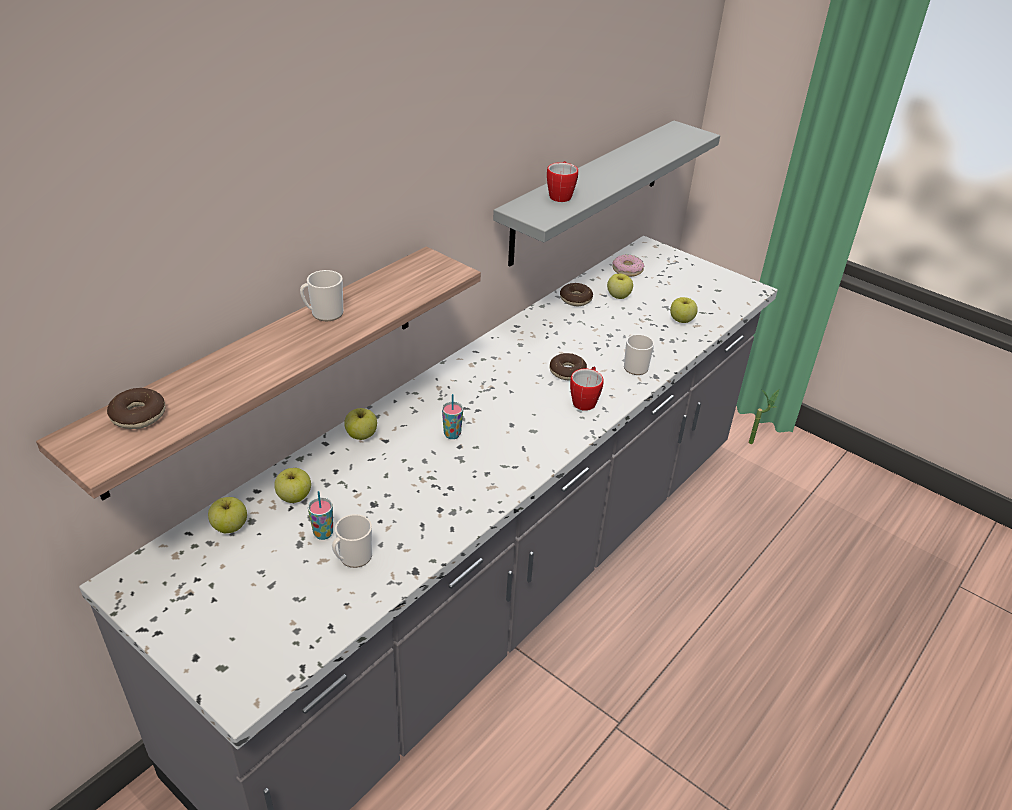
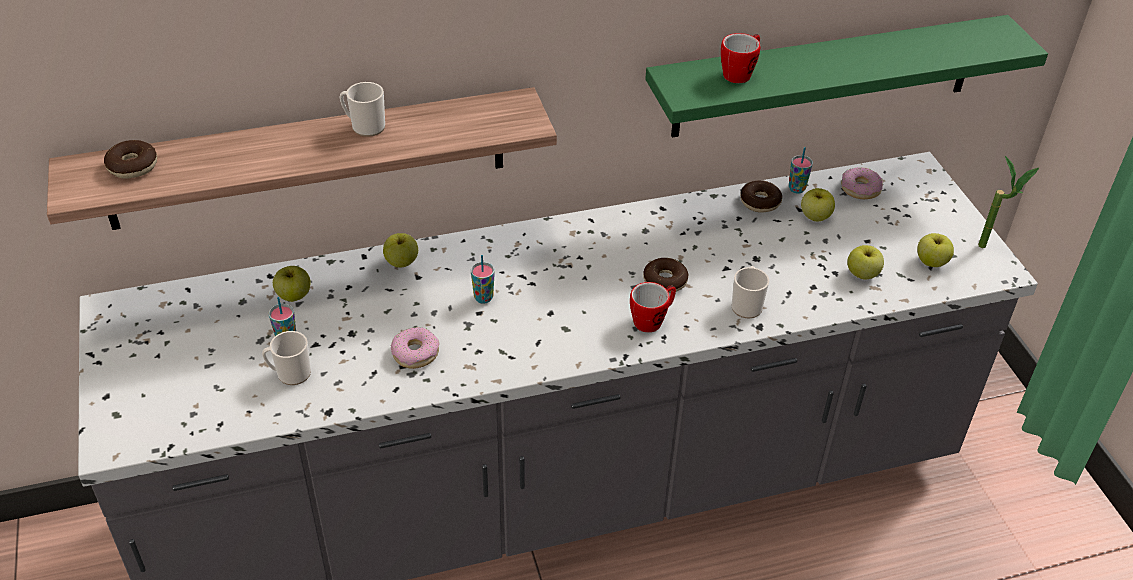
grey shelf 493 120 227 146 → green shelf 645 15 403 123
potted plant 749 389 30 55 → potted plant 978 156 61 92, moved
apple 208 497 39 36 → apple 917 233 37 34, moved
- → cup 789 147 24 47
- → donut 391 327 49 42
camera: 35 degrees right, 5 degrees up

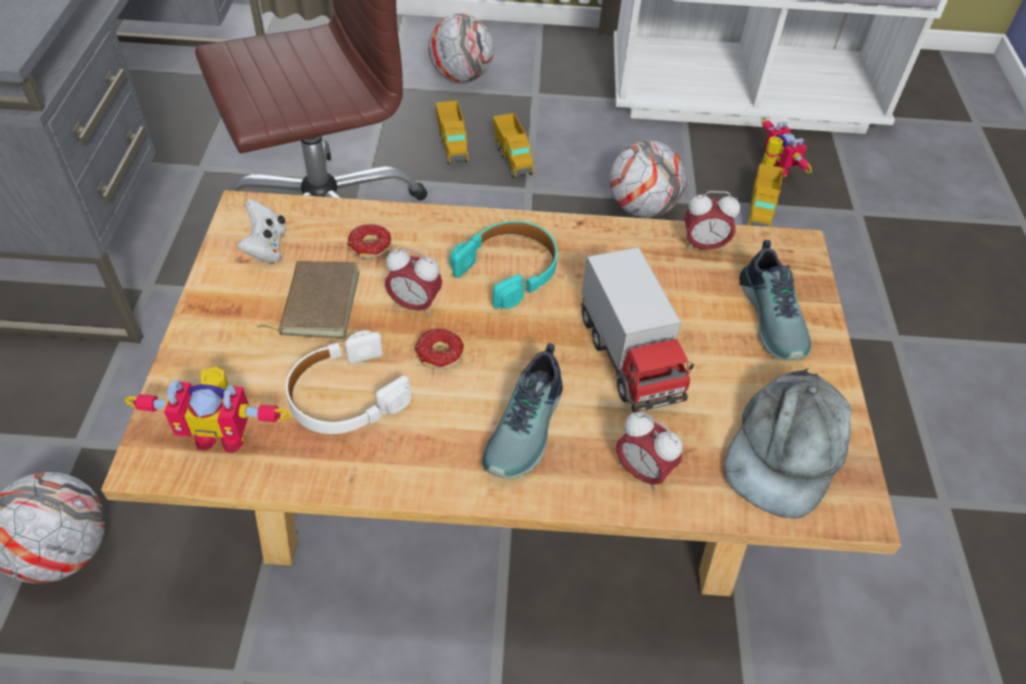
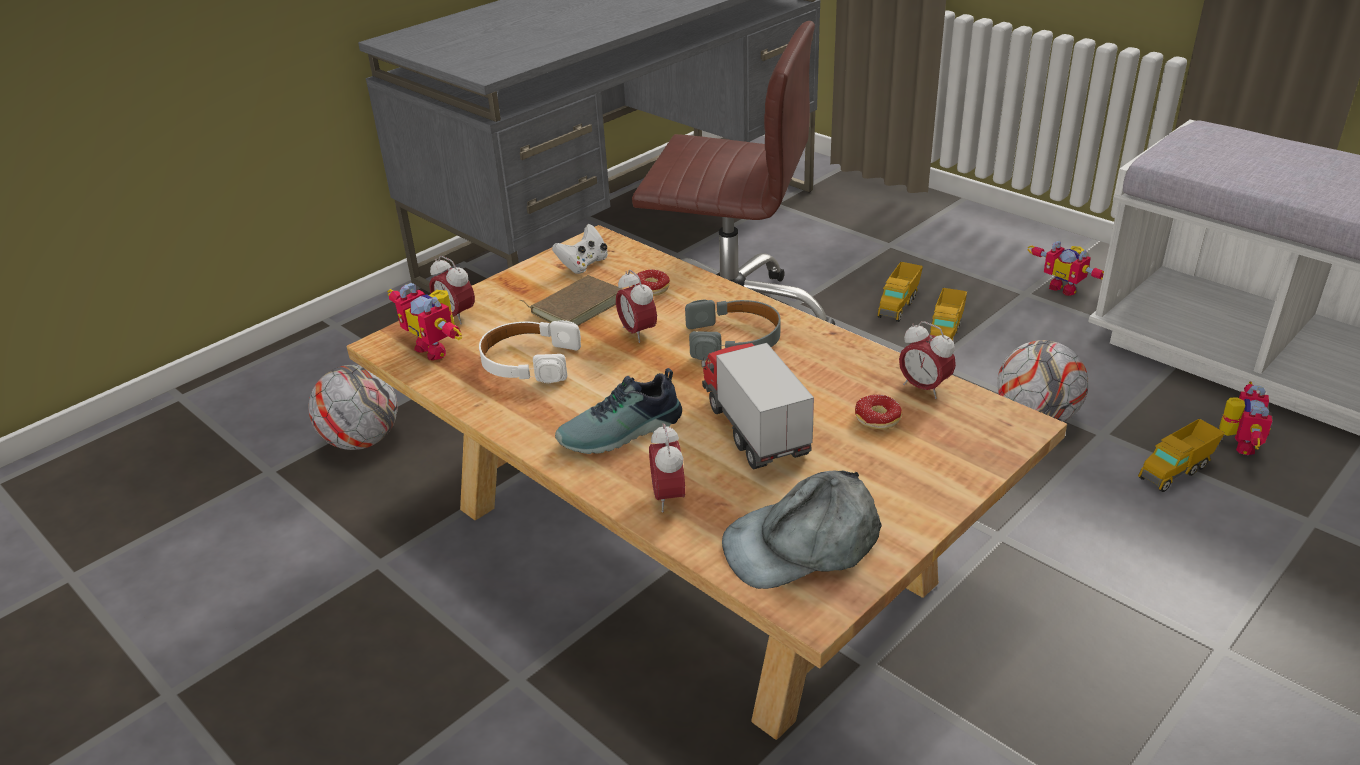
football 428 14 66 68 → -
turquoise headphones 450 221 108 88 → grey headphones 685 300 96 60
shoe 739 240 72 120 → -
toy truck 580 247 114 166 → toy truck 702 343 112 126, 135 degrees clockwise
donut 415 329 49 40 → donut 855 395 47 35, moved
- → toy robot 1027 241 77 55
- → alarm clock 429 256 46 68
camera: 45 degrees right, 15 degrees down

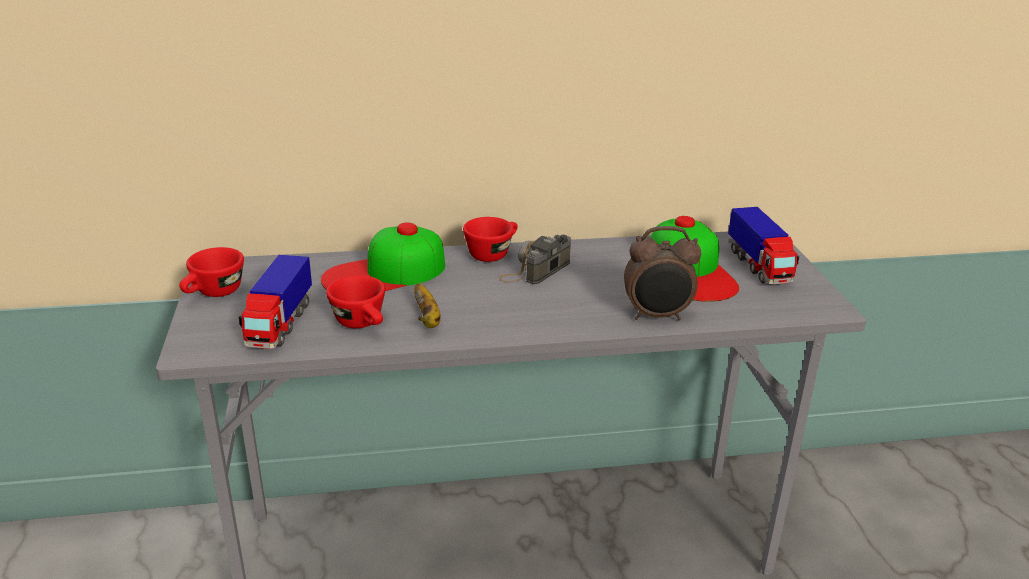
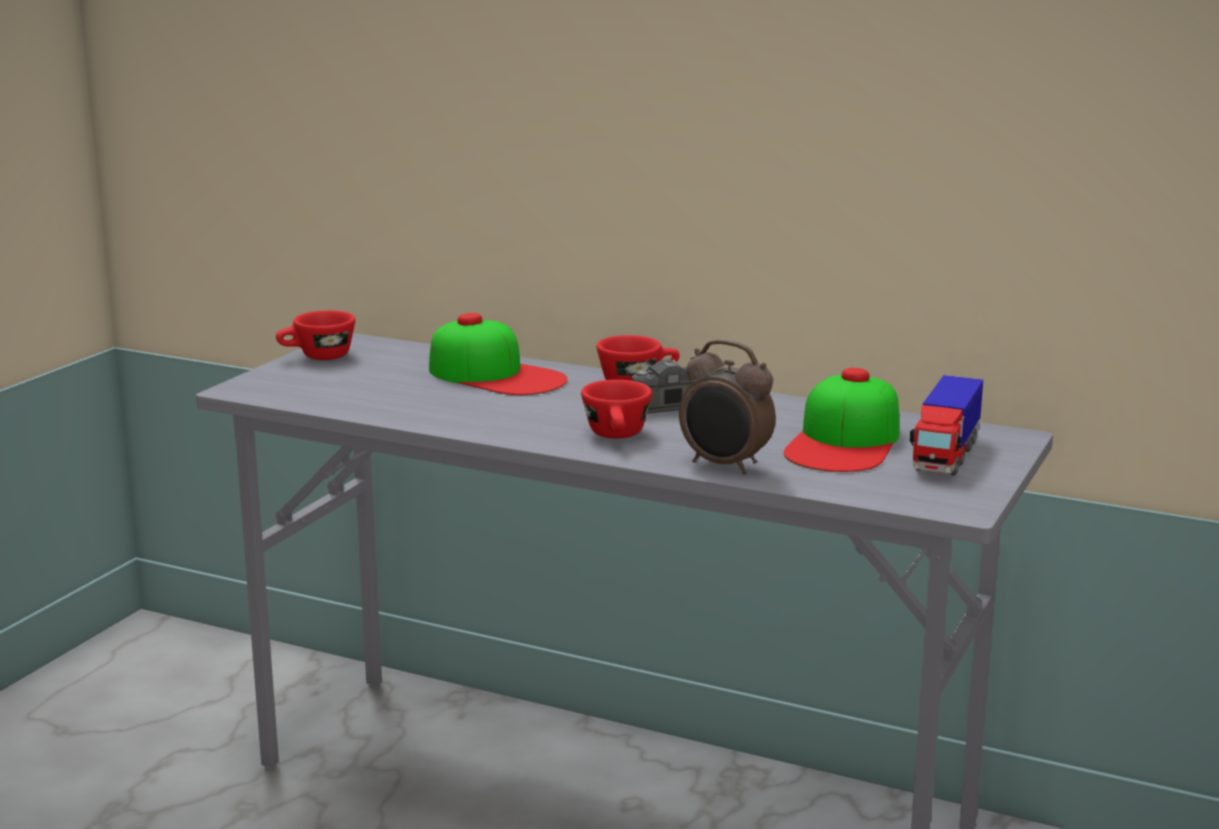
cap 321 222 124 69 → cap 429 313 139 82, 150 degrees counterclockwise
toy truck 238 255 74 94 → -
red cup 326 275 59 53 → red cup 581 380 71 59, moved
banana 414 283 27 45 → -
camera: 35 degrees right, 10 degrees down

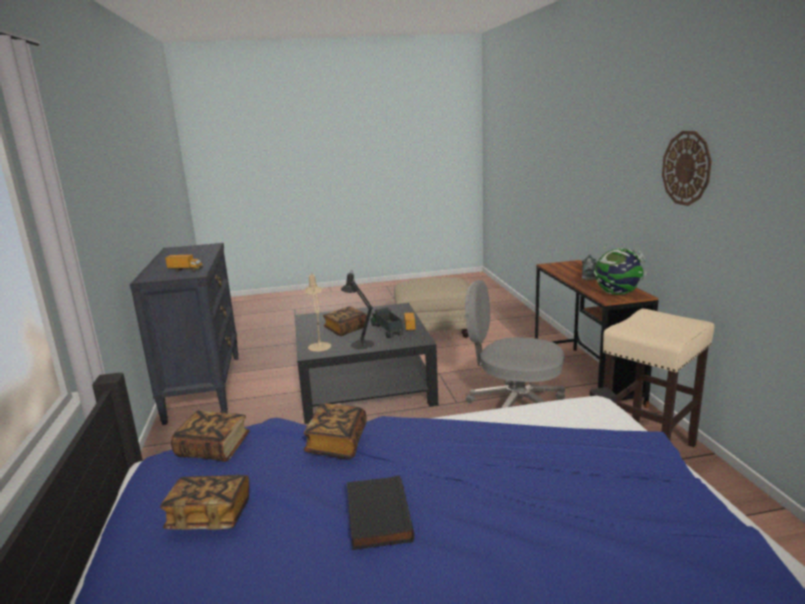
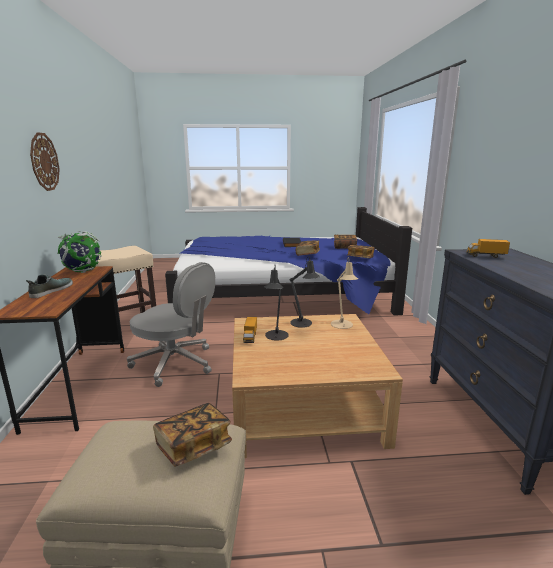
black coffee table 295 303 143 121 → beige coffee table 232 314 171 144
book 323 306 44 30 → book 153 403 79 63, moved
toy truck 371 308 33 30 → black table lamp 264 265 25 76
camera: 175 degrees left, 0 degrees up

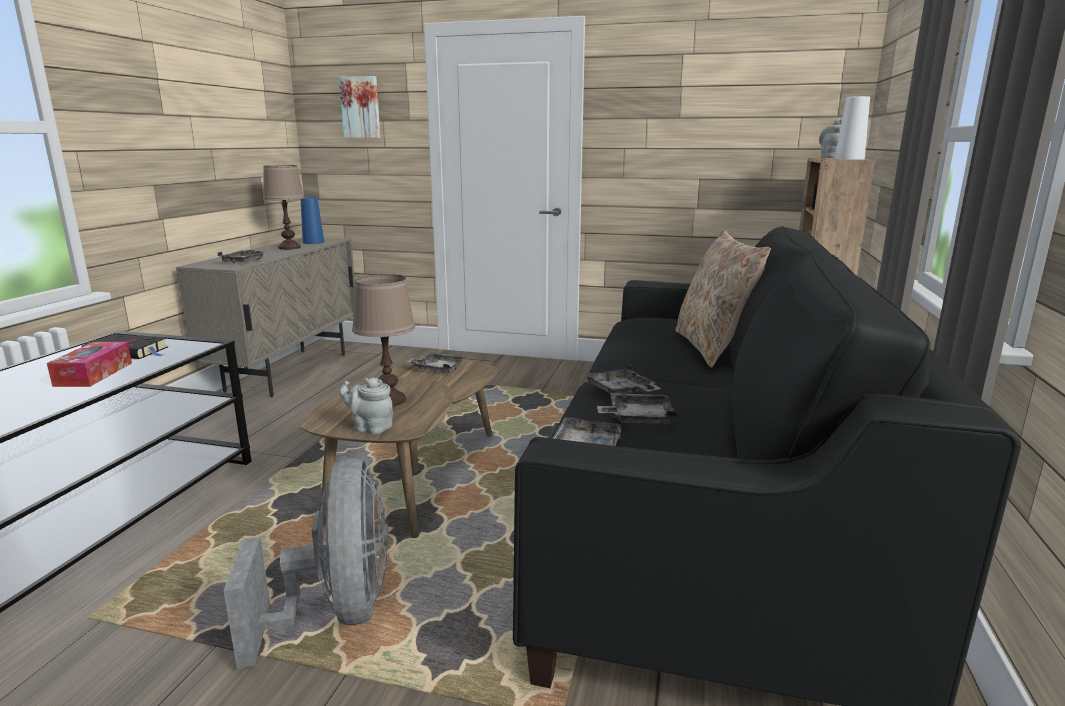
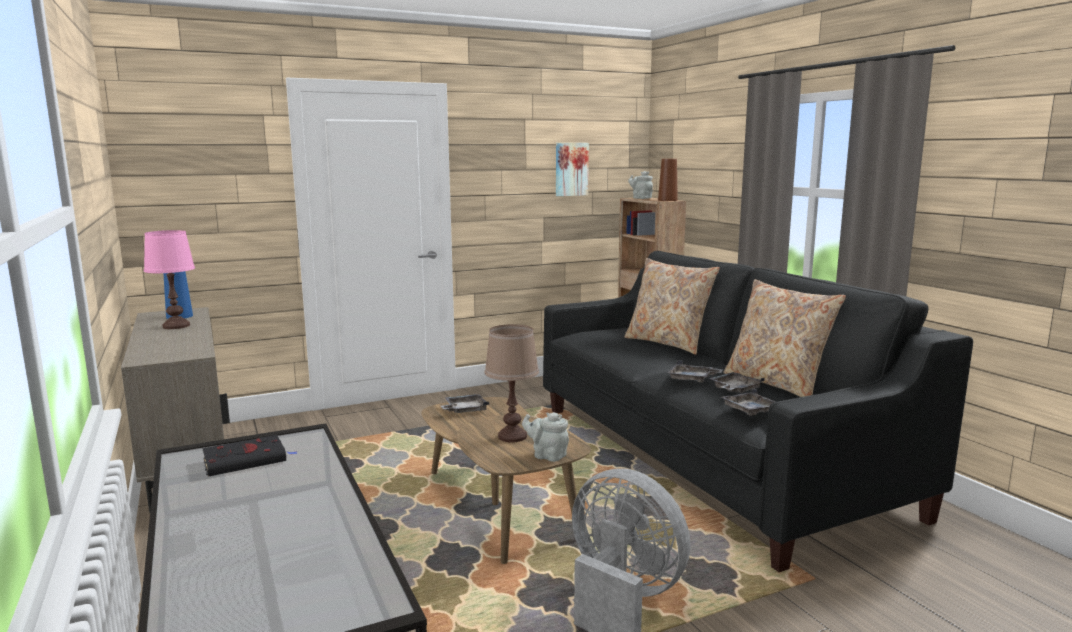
picture 339 76 42 62 → picture 556 143 33 53, moved
white vase 834 96 36 64 → brown vase 658 159 20 42
brown table lamp 263 165 41 85 → pink table lamp 144 230 51 99
grey tray 218 249 49 15 → -
tissue box 47 342 85 45 → -
grey teapot 339 378 54 56 → grey teapot 522 412 47 50, 45 degrees clockwise
- → beige pillow 723 279 123 118
camera: 40 degrees left, 5 degrees down

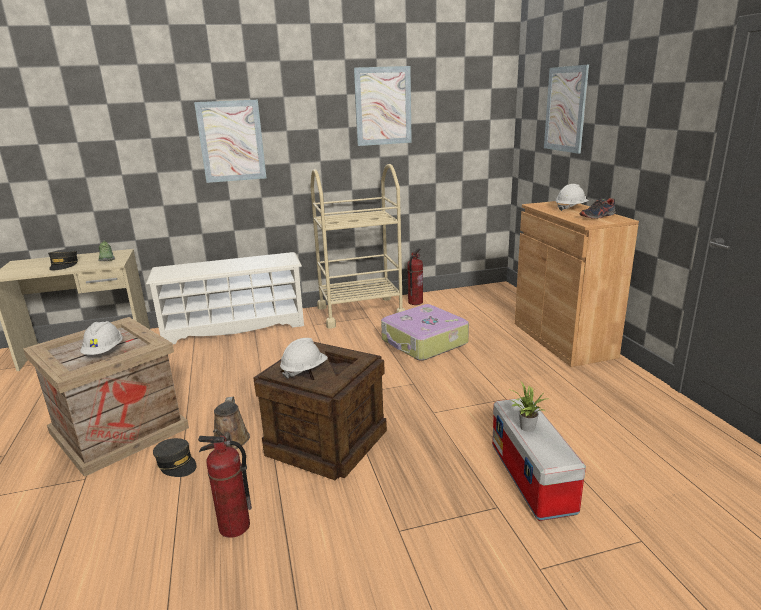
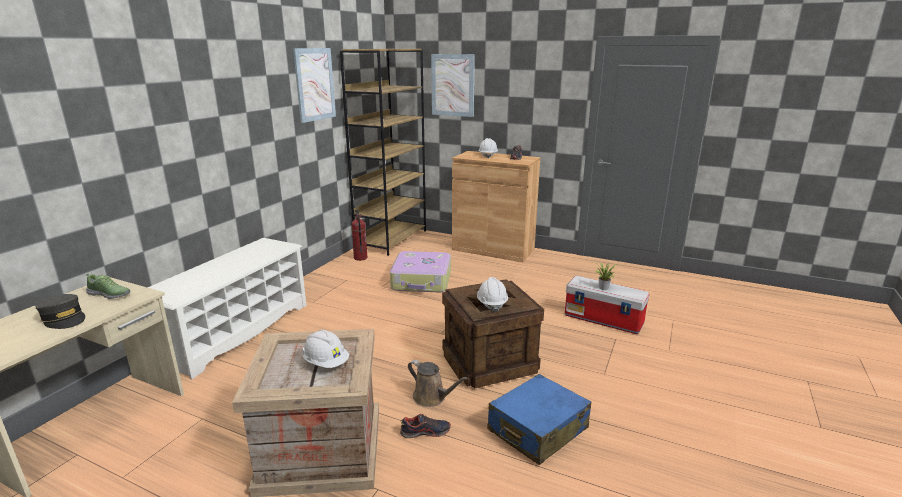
picture 194 100 72 83 → -
beige cart 310 164 95 164 → -
fire extinguisher 198 436 54 102 → blue suitcase 488 374 103 91
grey cap 153 438 44 39 → shoe 400 414 51 24
- → brown bookcase 340 49 86 207
camera: 50 degrees left, 0 degrees up

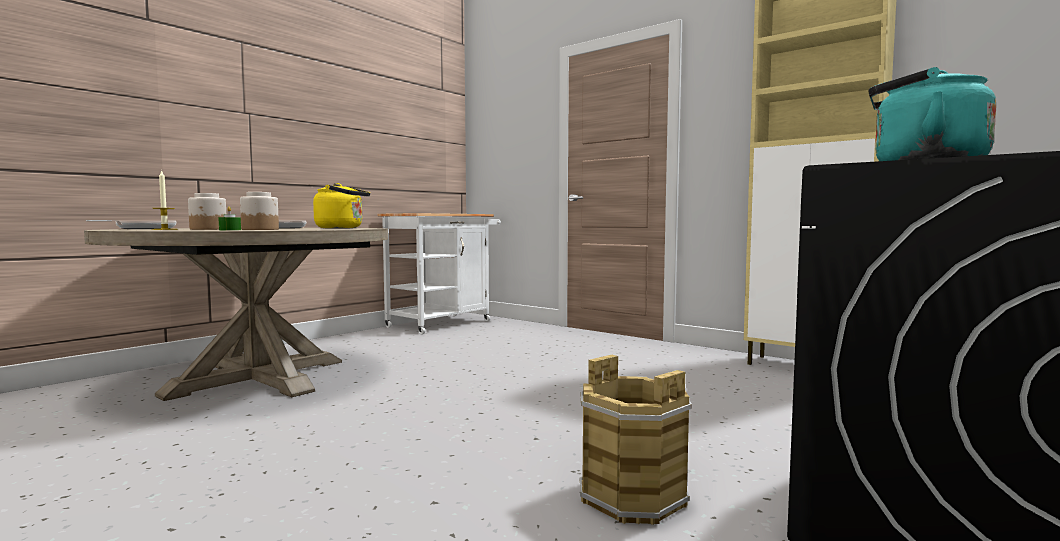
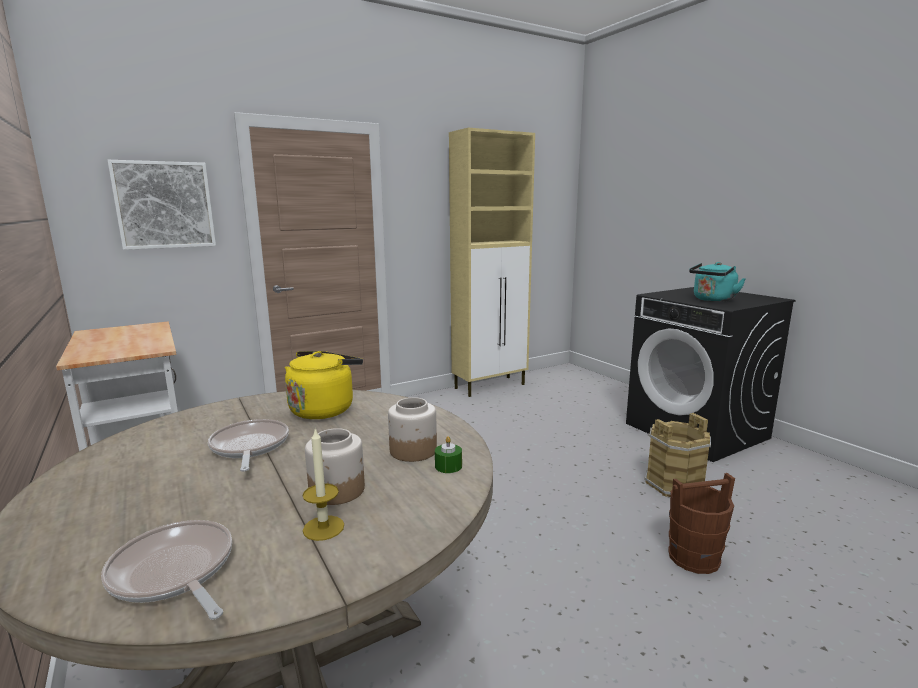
- → picture 108 160 108 90
- → brown bucket 668 473 67 101
camera: 70 degrees left, 10 degrees up

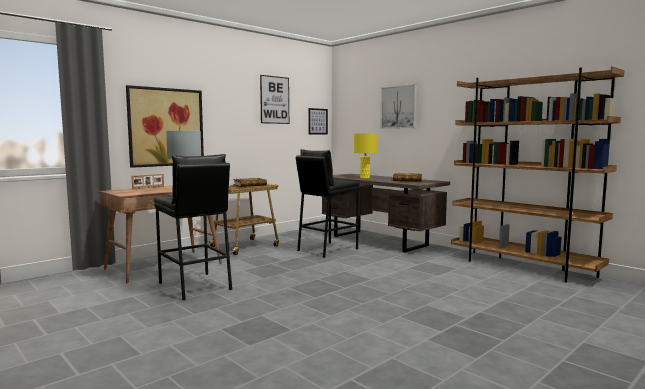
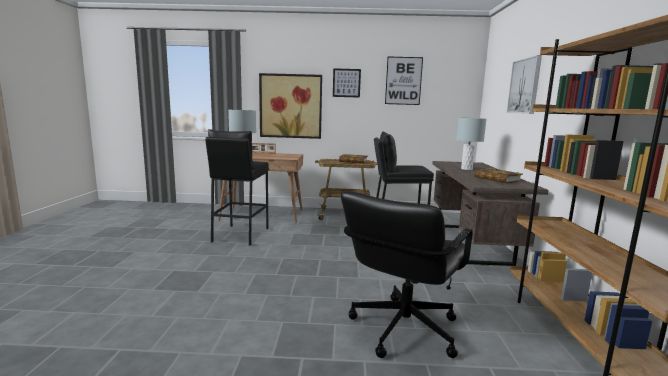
picture 308 108 20 26 → picture 333 68 28 30, moved
yellow table lamp 354 133 23 45 → grey table lamp 456 118 30 52
- → black office chair 341 191 132 167
camera: 45 degrees right, 5 degrees up

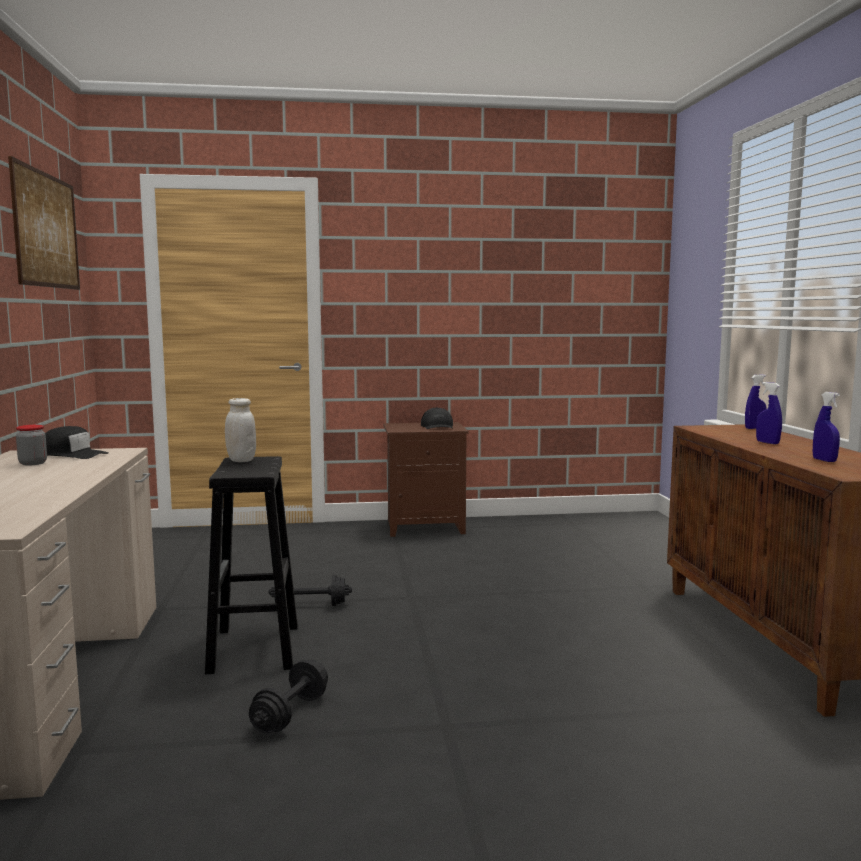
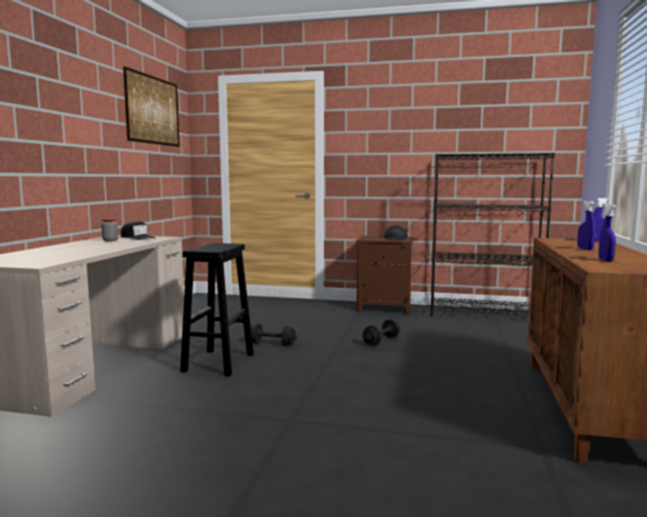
white jar 225 398 31 64 → -
black dumbbell 249 660 79 73 → black dumbbell 362 319 38 26, moved
- → black bookcase 430 153 125 163
camera: 20 degrees right, 0 degrees up

